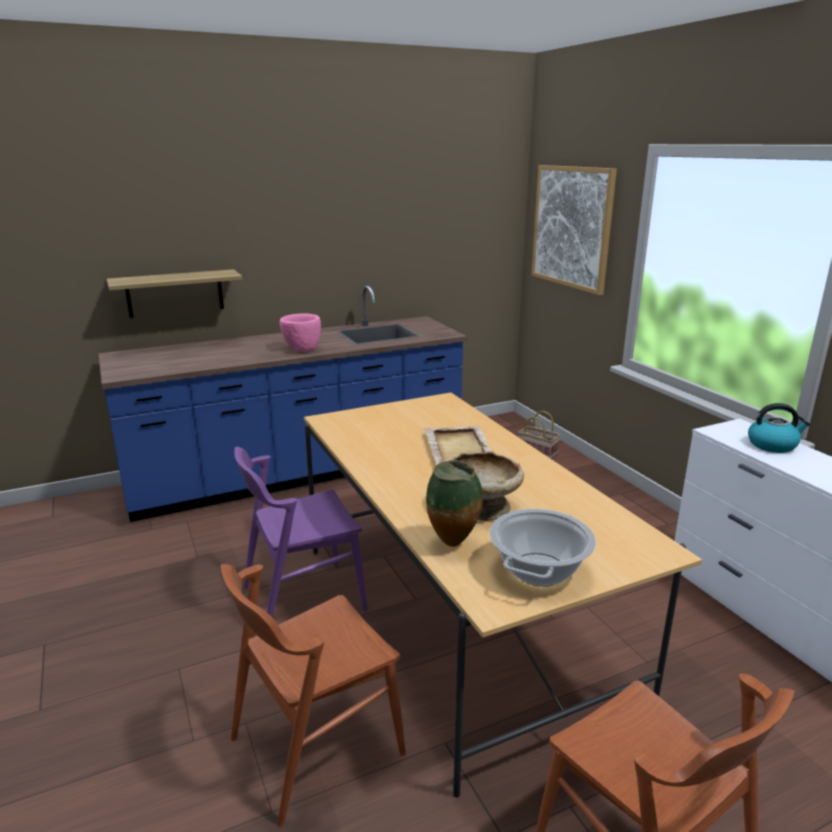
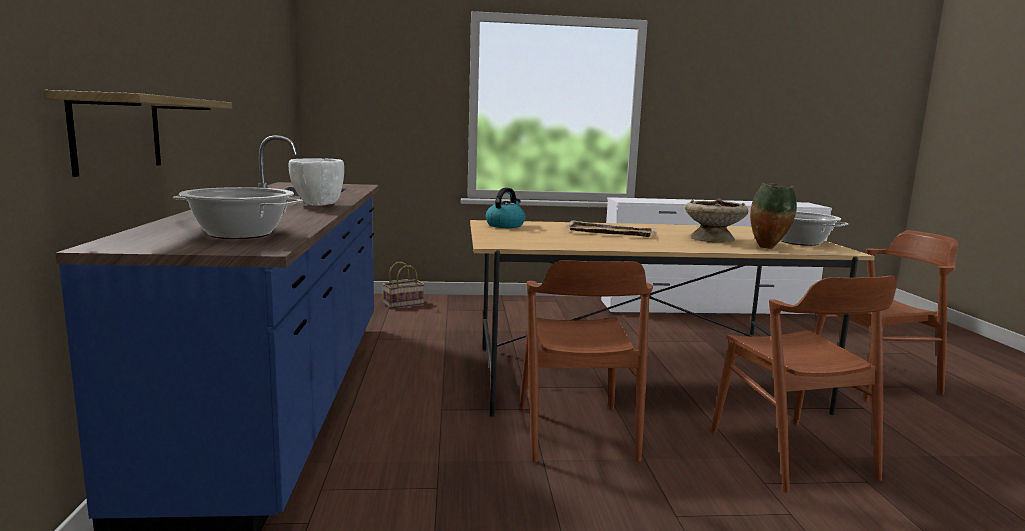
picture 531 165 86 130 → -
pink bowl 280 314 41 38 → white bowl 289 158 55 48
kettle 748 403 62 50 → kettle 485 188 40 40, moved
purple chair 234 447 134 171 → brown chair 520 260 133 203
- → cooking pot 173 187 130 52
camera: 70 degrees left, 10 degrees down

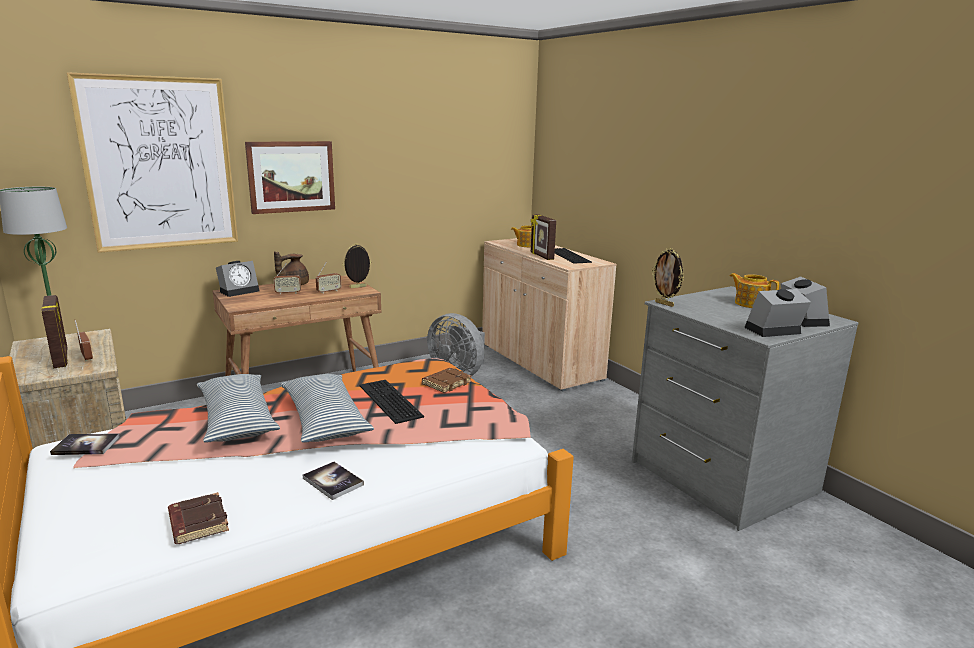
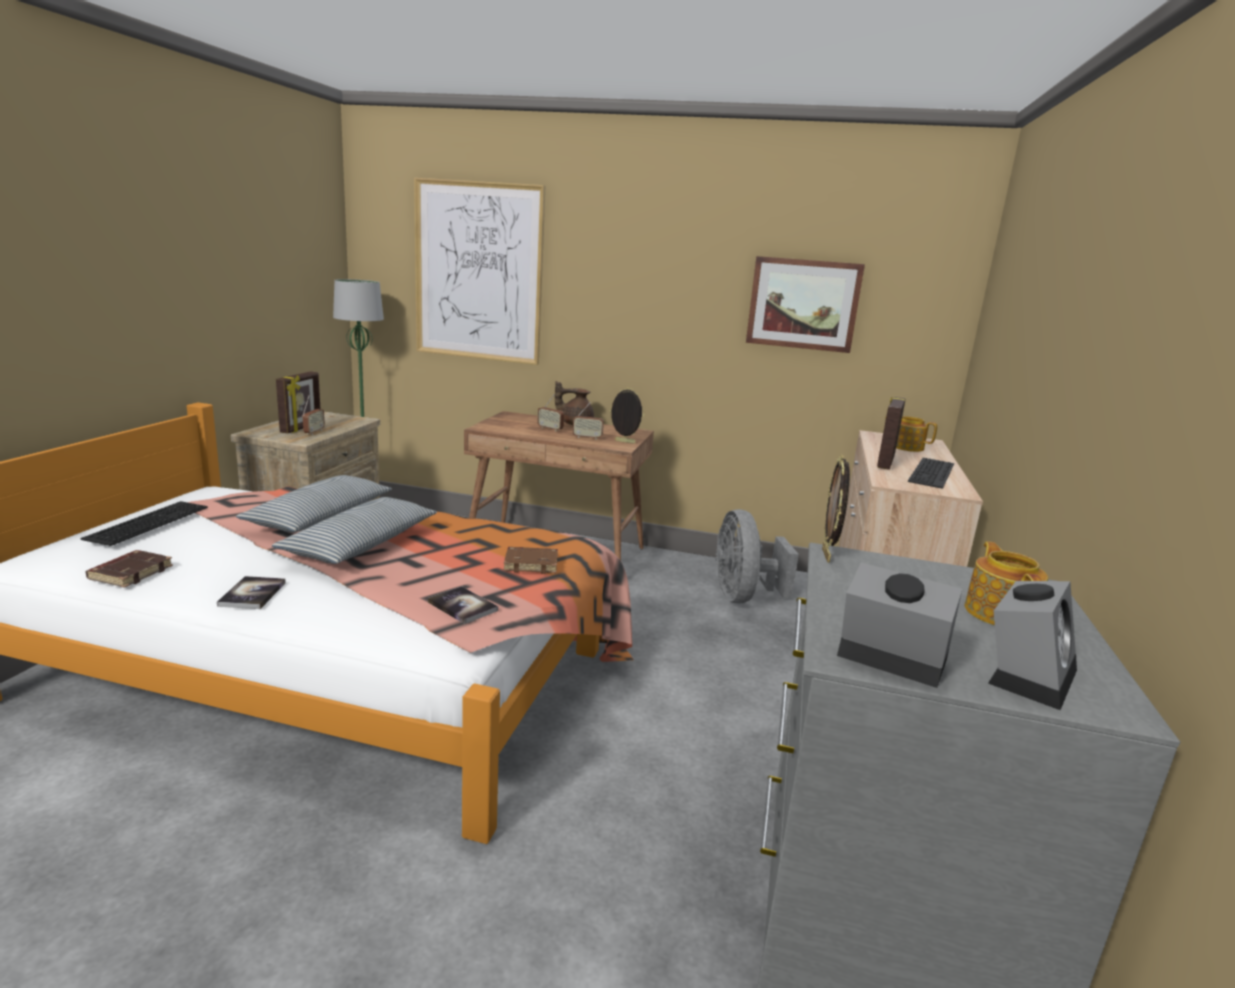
picture 245 141 90 73 → picture 746 256 119 97, moved
alarm clock 216 261 44 36 → -
keyboard 359 380 65 44 → keyboard 80 501 128 45, moved
book 50 433 70 22 → book 428 586 70 38, moved
camera: 45 degrees right, 0 degrees up

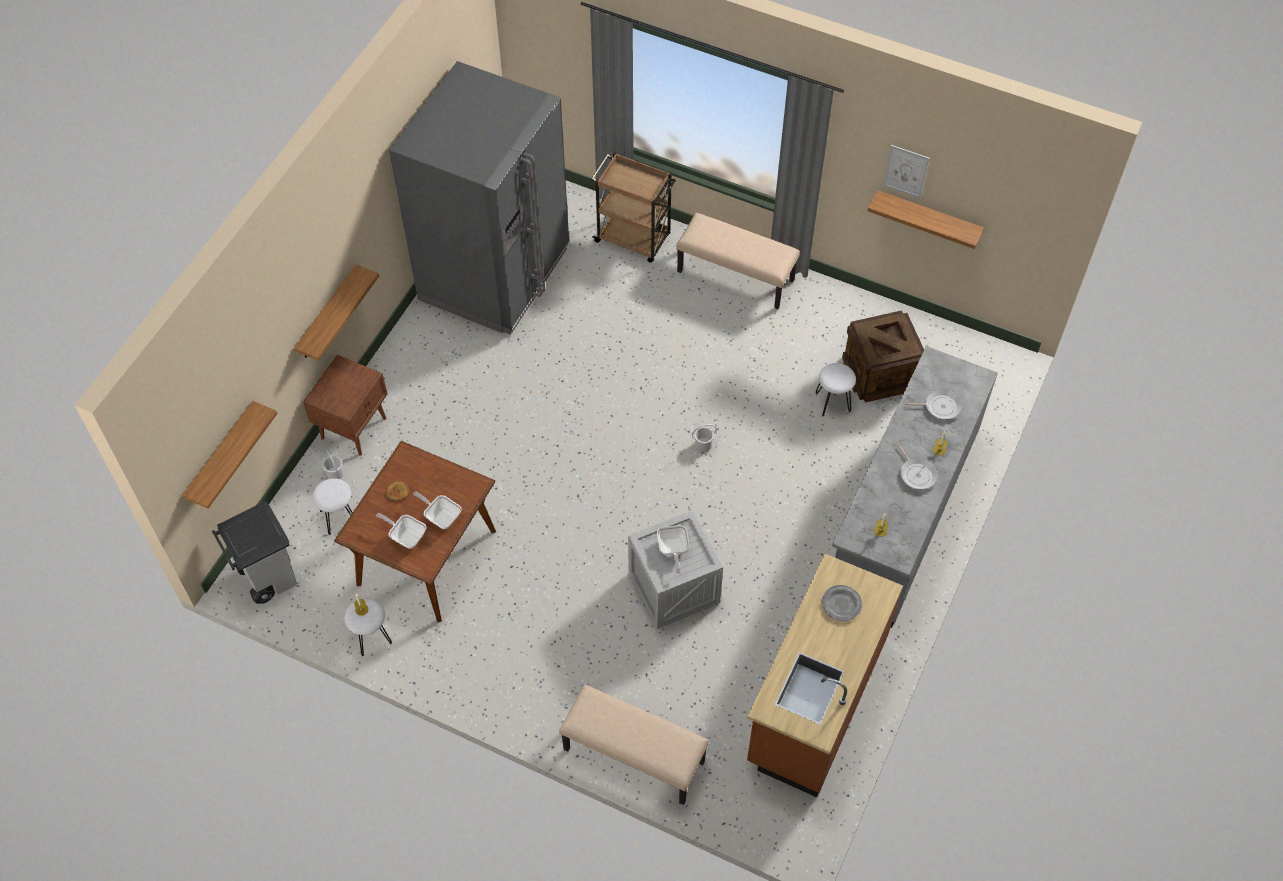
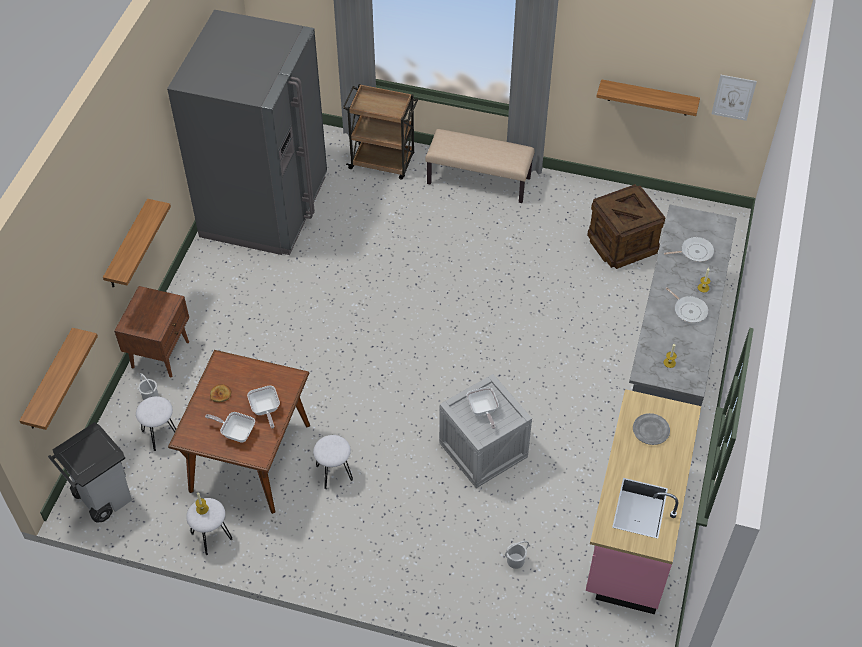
picture 883 145 47 54 → picture 712 75 45 46, moved
white stool 816 363 40 53 → white stool 313 435 40 54, moved
white bucket 692 424 25 28 → white bucket 505 541 24 28, moved
frying pan 413 491 49 38 → frying pan 247 386 33 42, 135 degrees counterclockwise
brown counter 747 554 156 243 → pink counter 586 389 115 225
beige bench 559 685 150 120 → -
camera: 10 degrees left, 5 degrees down

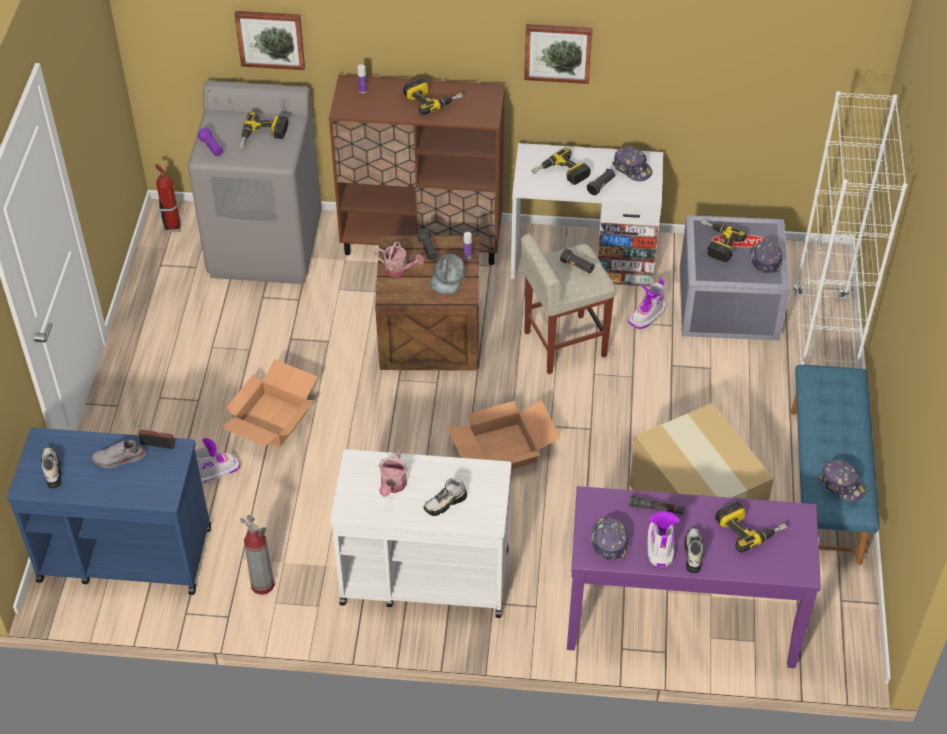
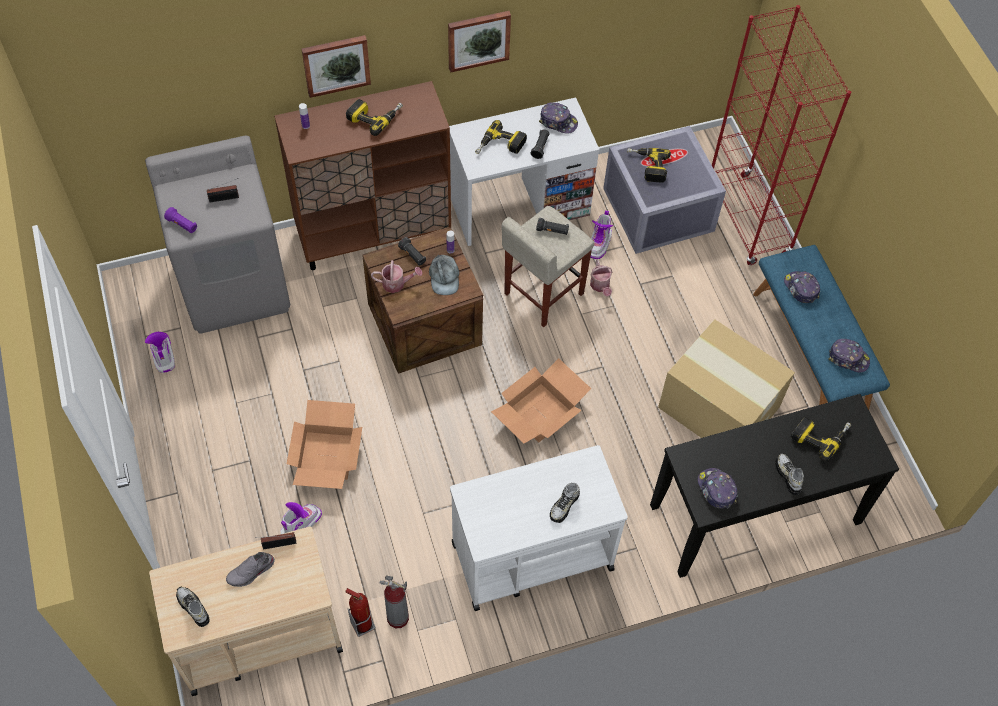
picture 234 11 71 59 → picture 302 35 69 63, moved
white bookcase 793 91 115 277 → red bookcase 712 5 139 260
power drill 239 112 49 36 → radio 207 178 32 25
fire extinguisher 155 164 26 68 → fire extinguisher 346 588 29 49, moved
cap 750 240 33 34 → cap 784 271 37 32, moved
blue cart 7 428 204 167 → beige cart 149 526 194 170
watering can 379 450 29 47 → watering can 590 259 23 38, moved
purple console table 567 486 254 182 → black console table 650 394 249 184
black flashlight 629 495 56 20 → -
boot 647 511 33 56 → boot 145 332 30 41, moved
camera: 25 degrees left, 10 degrees up

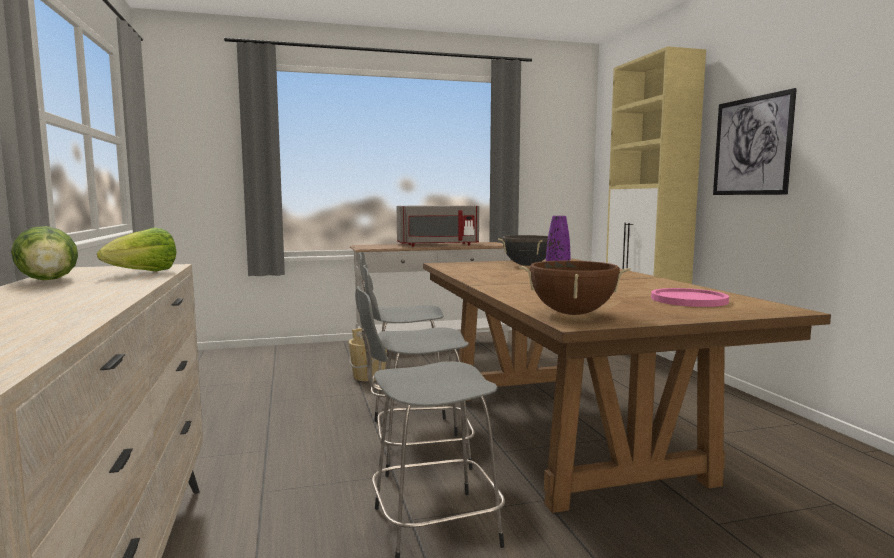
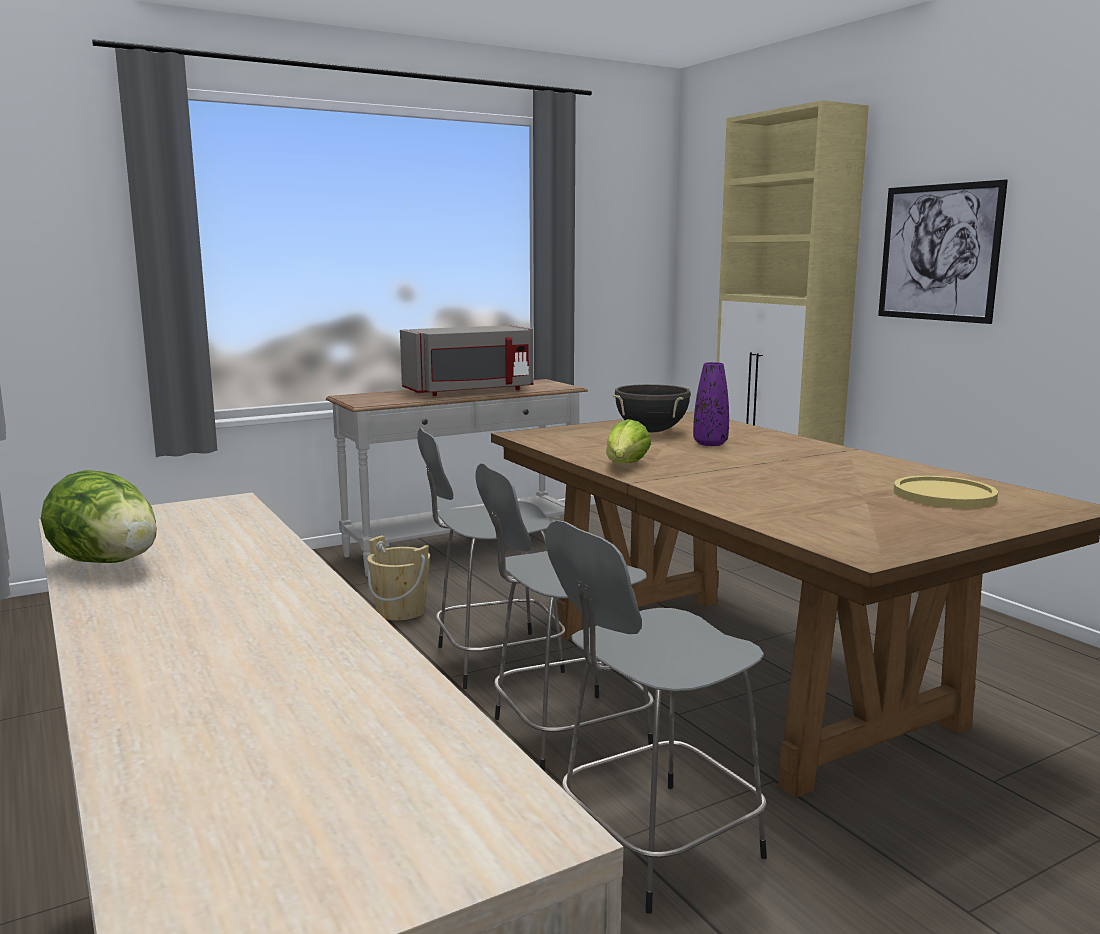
lettuce 97 227 80 44 → lettuce 606 419 45 44, moved
brown cooking pot 519 261 112 54 → -
pink plate 651 288 78 19 → yellow plate 894 476 104 32
camera: 15 degrees left, 5 degrees up

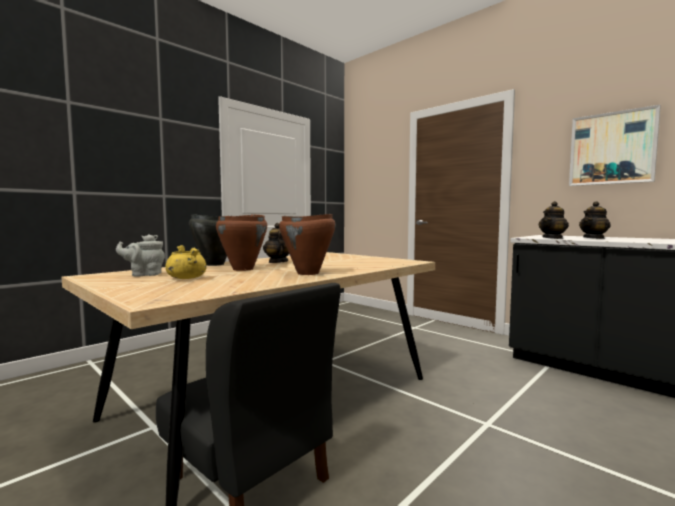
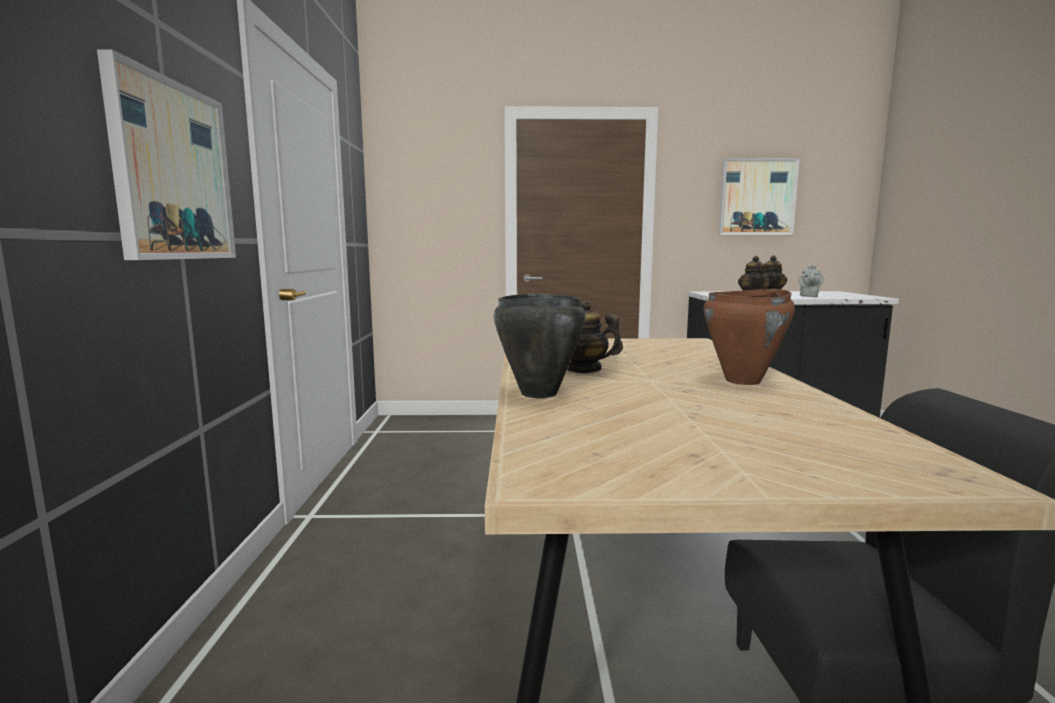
brown cooking pot 216 214 51 57 → -
grey teapot 116 235 49 42 → grey teapot 798 264 26 33, moved
yellow cooking pot 165 245 41 34 → -
- → picture 97 49 139 211
camera: 45 degrees left, 5 degrees up

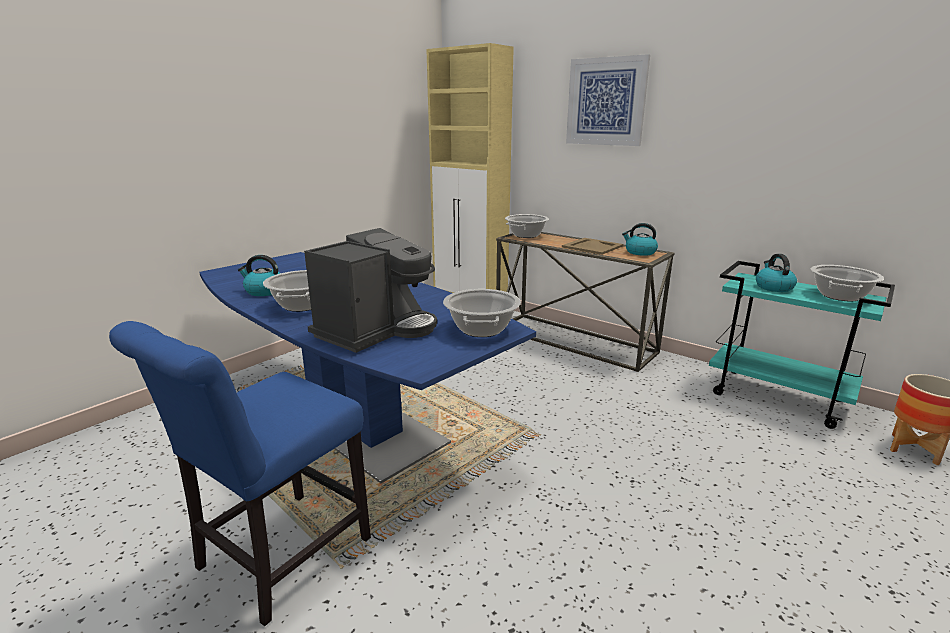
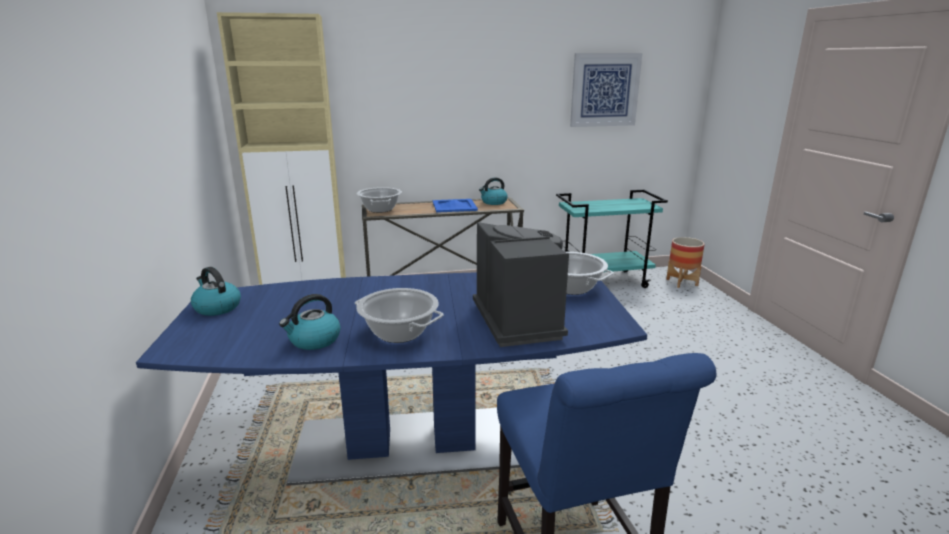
picture 566 54 84 92 → picture 570 53 72 74, moved
beige tray 562 238 61 17 → blue tray 433 199 45 14
kettle 756 254 41 38 → kettle 191 267 50 49, moved
cooking pot 811 265 73 36 → -
camera: 50 degrees left, 0 degrees up

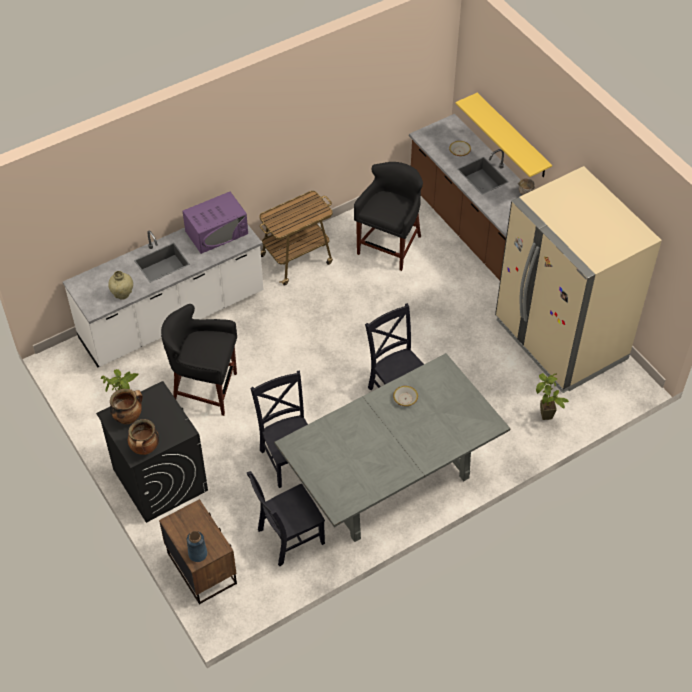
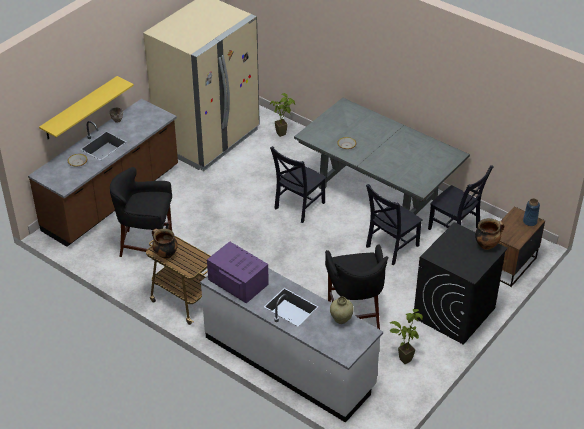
cooking pot 110 389 33 35 → cooking pot 152 229 26 30, moved
camera: 110 degrees left, 10 degrees down

